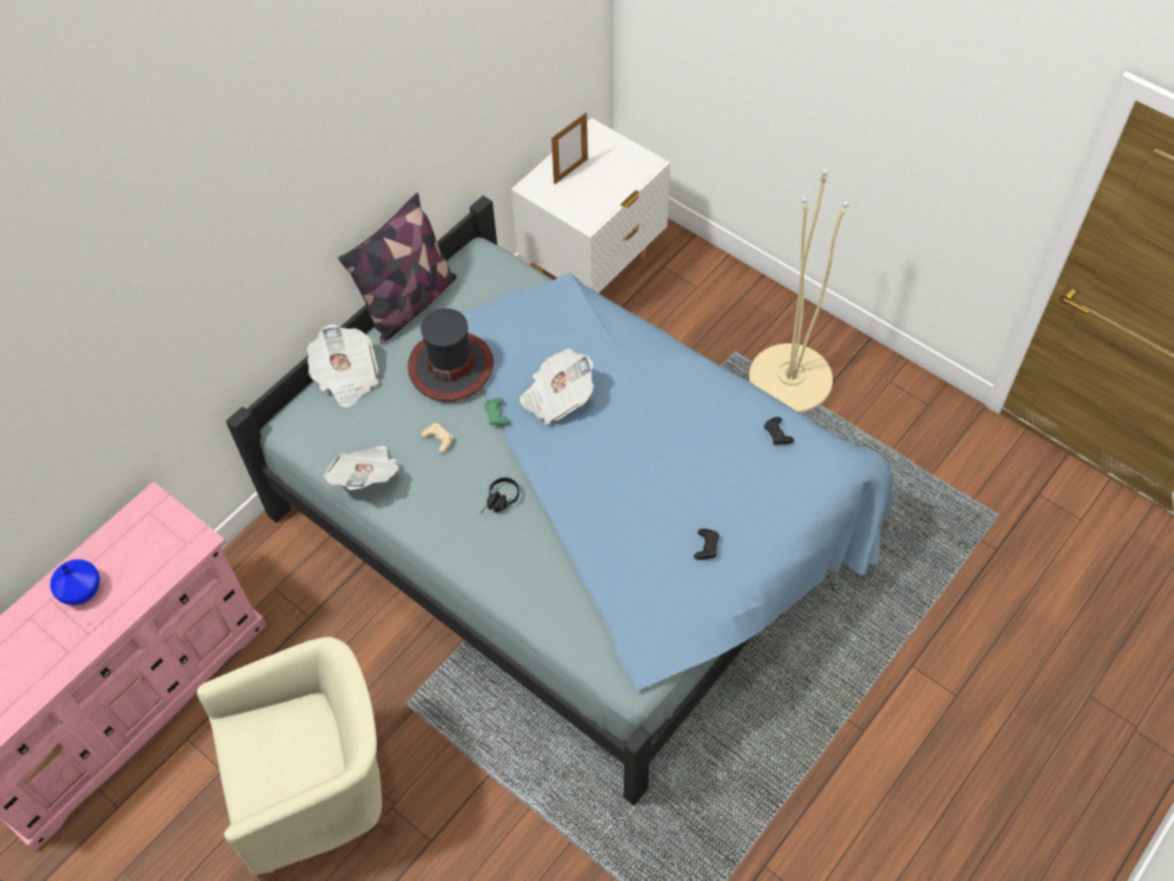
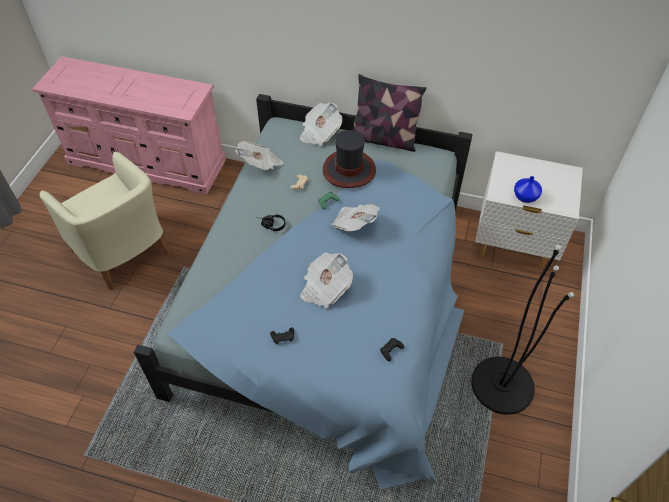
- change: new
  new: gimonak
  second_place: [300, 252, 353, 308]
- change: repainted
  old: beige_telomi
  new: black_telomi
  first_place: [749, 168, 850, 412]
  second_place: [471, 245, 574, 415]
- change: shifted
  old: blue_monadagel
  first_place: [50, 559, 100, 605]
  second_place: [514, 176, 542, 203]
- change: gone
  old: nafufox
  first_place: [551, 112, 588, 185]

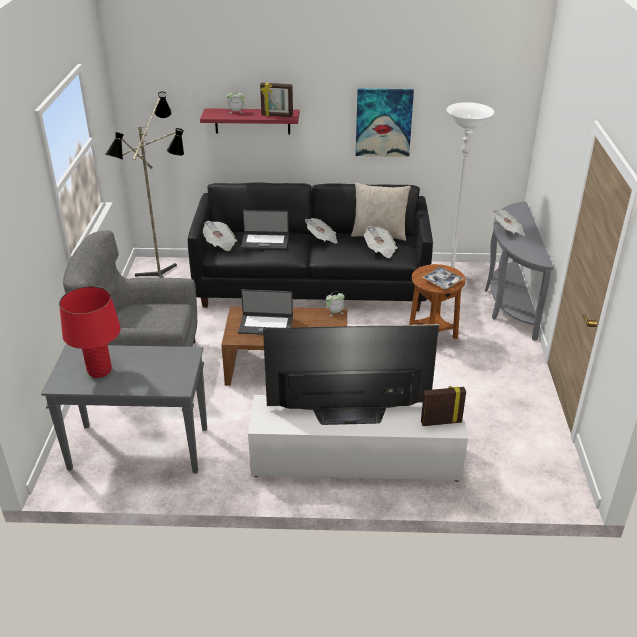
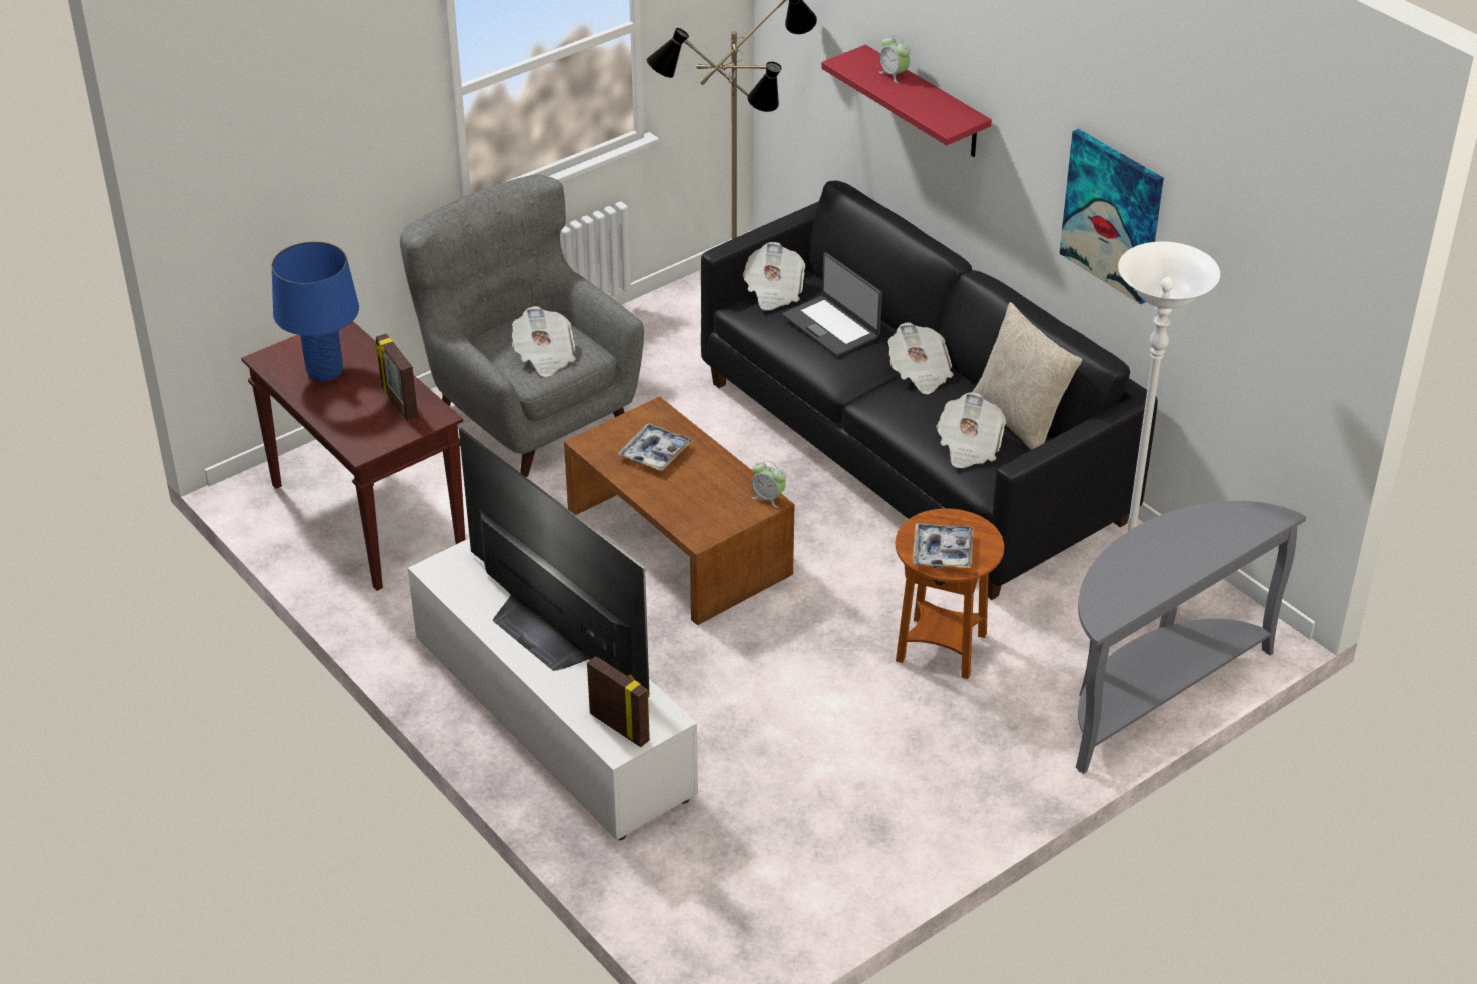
- change: repainted
  old: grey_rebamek
  new: brown_rebamek
  first_place: [41, 344, 207, 474]
  second_place: [241, 321, 465, 591]
- change: repainted
  old: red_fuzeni
  new: blue_fuzeni
  first_place: [59, 286, 121, 378]
  second_place: [272, 241, 359, 381]
- change: shifted
  old: nafufox
  first_place: [260, 83, 293, 117]
  second_place: [374, 334, 418, 421]
- change: shifted
  old: gimonak
  first_place: [492, 209, 526, 236]
  second_place: [512, 306, 576, 377]
- change: swapped
  old: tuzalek
  new: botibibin
  first_place: [238, 289, 293, 335]
  second_place: [618, 423, 693, 471]

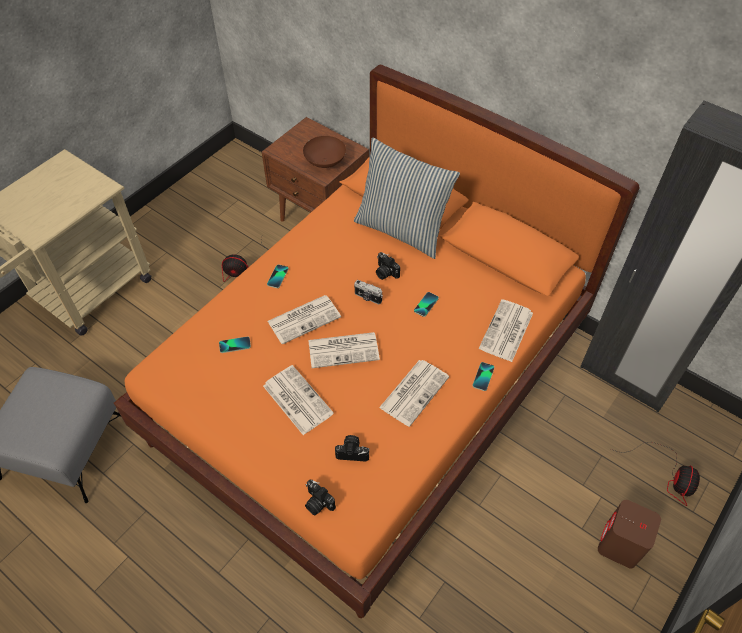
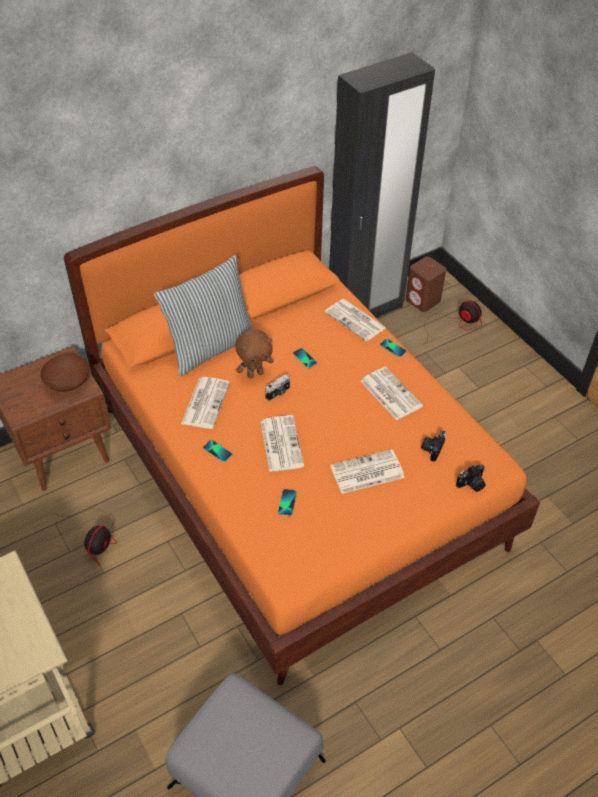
- change: shifted
  old: gimonak
  first_place: [308, 332, 380, 368]
  second_place: [181, 377, 230, 429]
- change: swapped
  old: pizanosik
  new: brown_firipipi
  first_place: [376, 252, 400, 280]
  second_place: [235, 329, 273, 378]
- change: shifted
  old: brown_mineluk
  first_place: [598, 500, 661, 568]
  second_place: [406, 257, 446, 312]

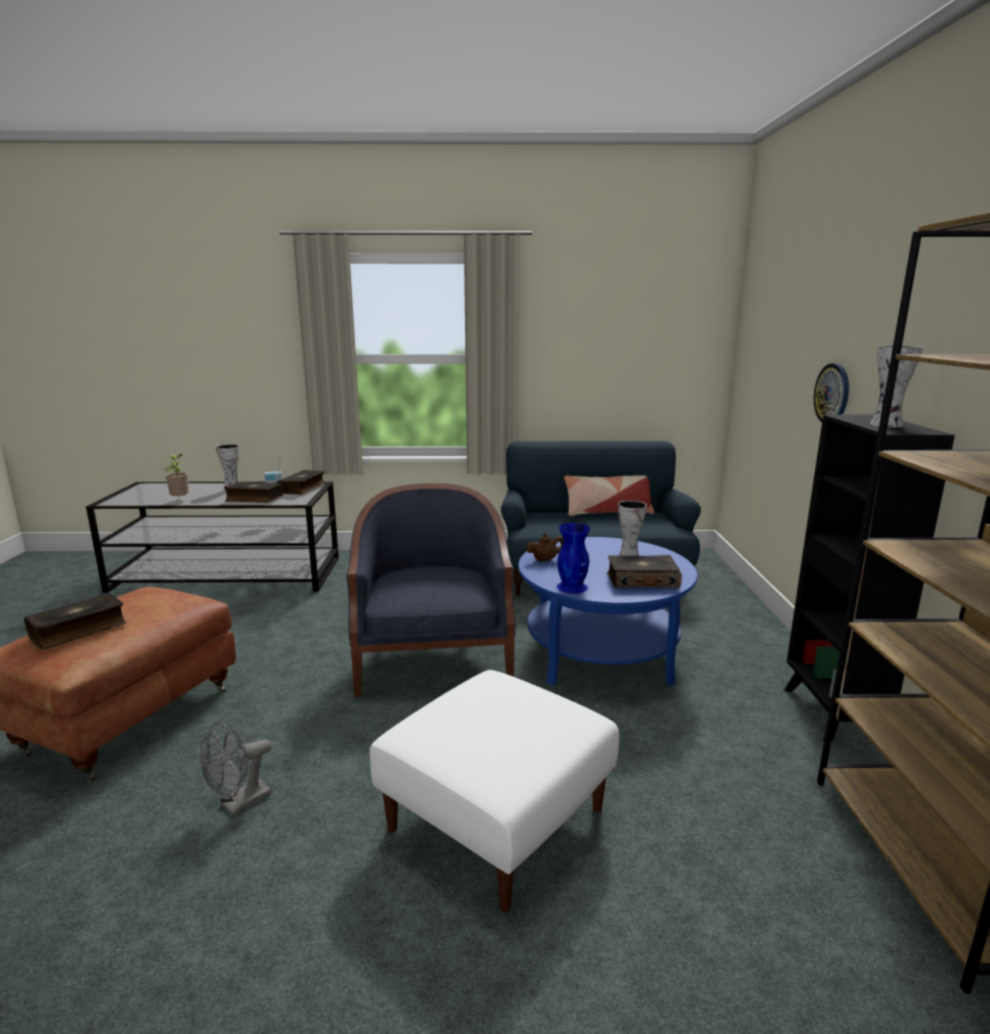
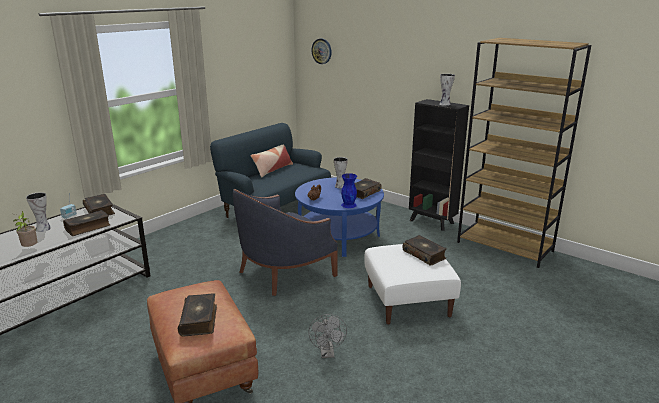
- change: rotated
  old: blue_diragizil
  first_place: [347, 483, 516, 697]
  second_place: [233, 189, 338, 296]
  degrees: -75
- change: shifted
  old: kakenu
  first_place: [814, 363, 849, 422]
  second_place: [311, 39, 332, 64]
- change: new
  new: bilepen
  second_place: [403, 235, 447, 266]

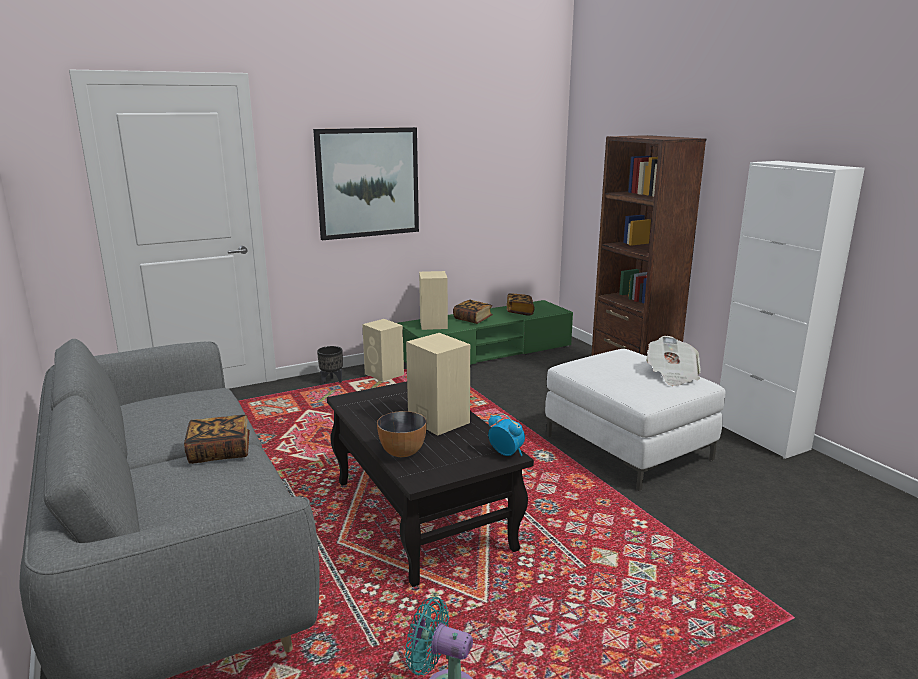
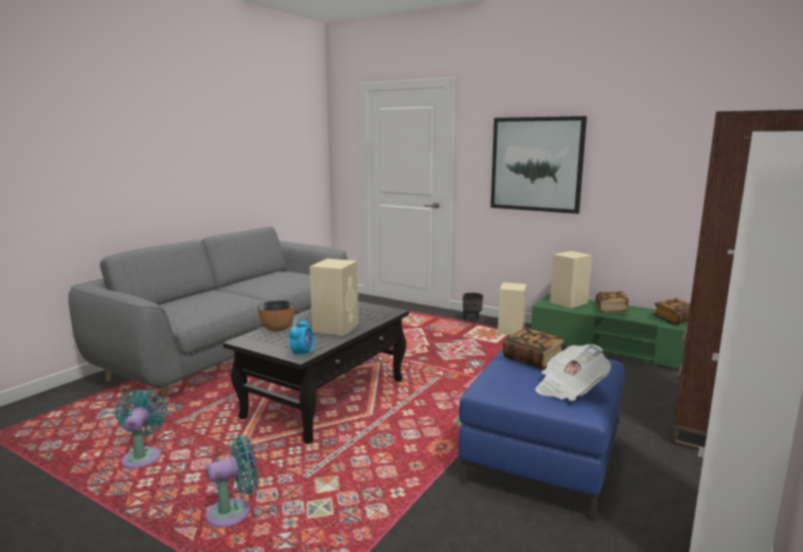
- change: new
  new: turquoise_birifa
  second_place: [206, 435, 258, 528]
- change: repainted
  old: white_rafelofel
  new: blue_rafelofel
  first_place: [545, 349, 726, 491]
  second_place: [458, 349, 625, 522]
- change: shifted
  old: bilepen
  first_place: [184, 415, 250, 464]
  second_place: [503, 328, 565, 370]

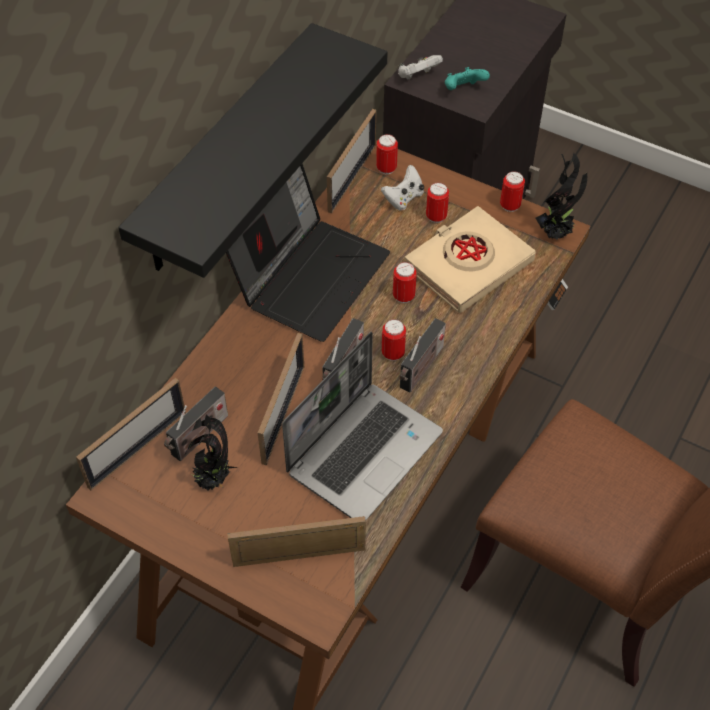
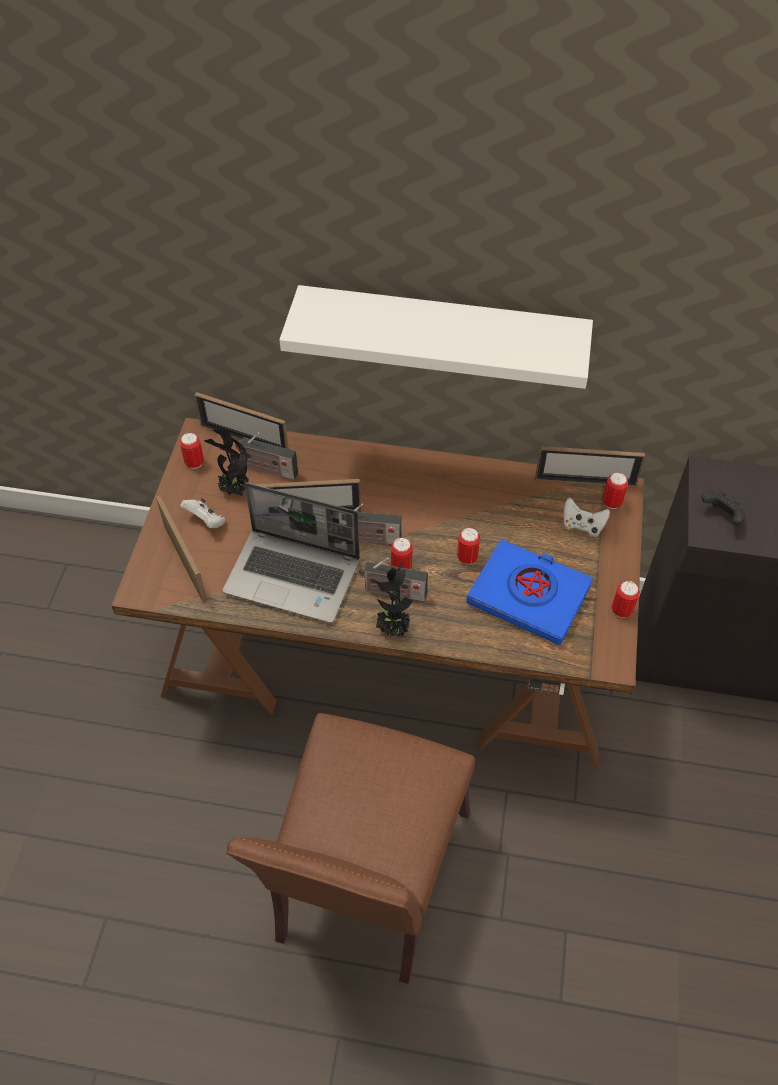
- change: shifted
  old: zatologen
  first_place: [426, 182, 449, 223]
  second_place: [180, 432, 204, 469]
- change: shifted
  old: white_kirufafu
  first_place: [398, 55, 443, 80]
  second_place: [180, 498, 225, 528]
- change: repainted
  old: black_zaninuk
  new: white_zaninuk
  first_place: [118, 23, 388, 278]
  second_place: [279, 285, 593, 389]
- change: shifted
  old: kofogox
  first_place: [536, 153, 587, 240]
  second_place: [376, 562, 413, 637]
- change: repainted
  old: beige_bilepen
  new: blue_bilepen
  first_place: [405, 206, 536, 313]
  second_place: [466, 539, 593, 645]
- change: repainted
  old: turquoise_kirufafu
  new: black_kirufafu
  first_place: [445, 67, 490, 90]
  second_place: [701, 491, 746, 525]
- change: gone
  old: tuzalek
  first_place: [226, 164, 390, 342]

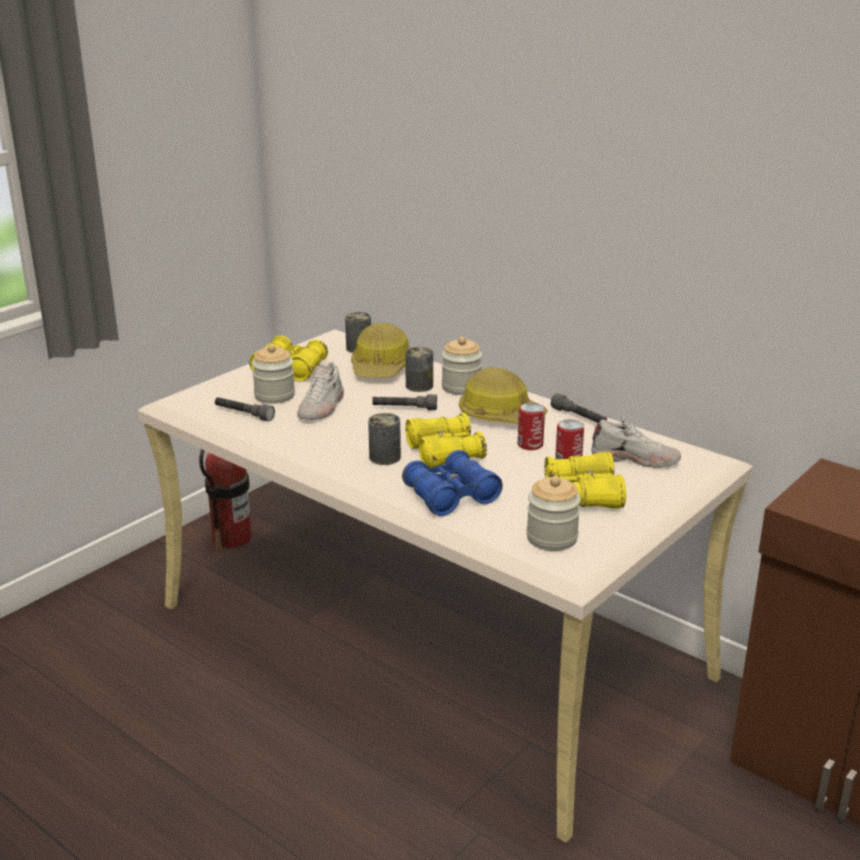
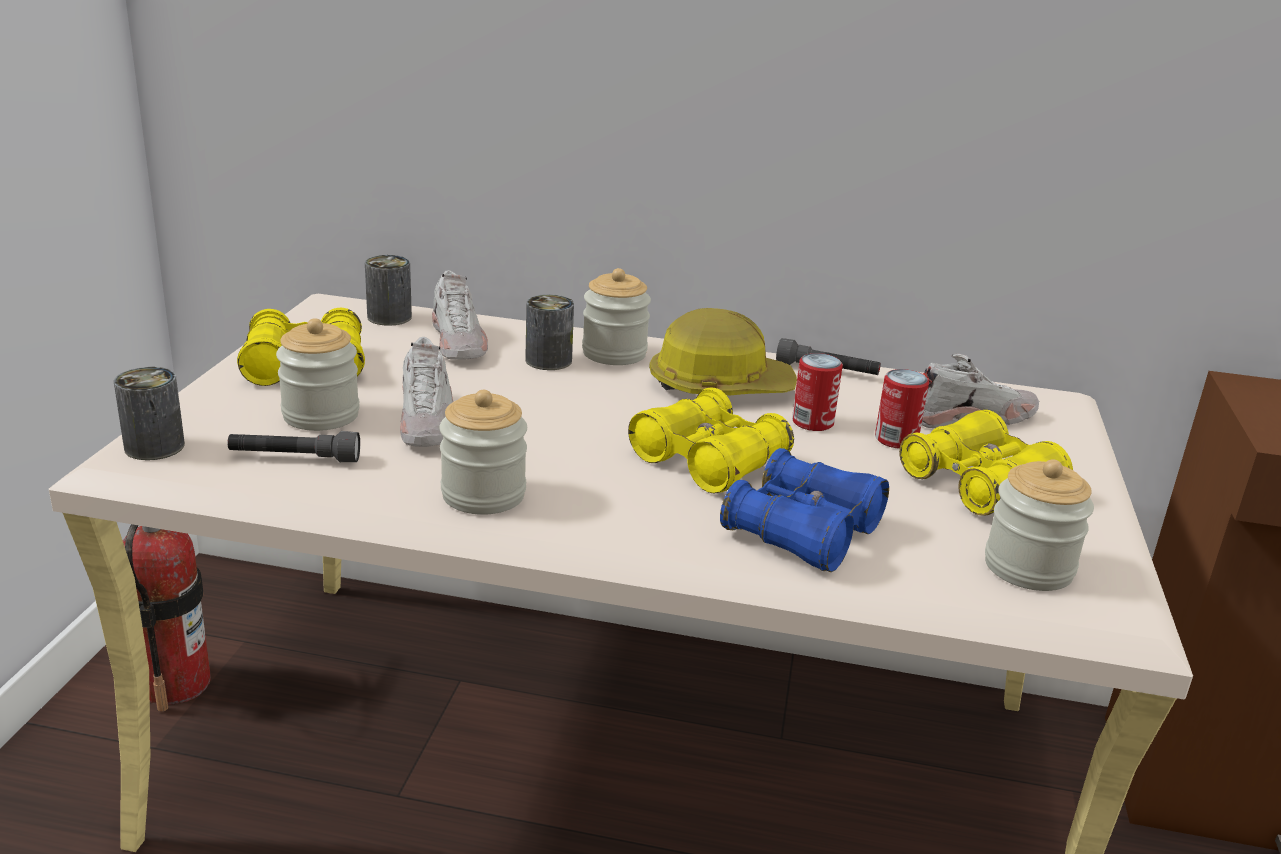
- change: shifted
  old: zatologen
  first_place: [368, 413, 401, 465]
  second_place: [114, 367, 185, 460]
- change: swapped
  old: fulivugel
  new: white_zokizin
  first_place: [351, 322, 409, 378]
  second_place: [432, 270, 488, 360]
- change: new
  new: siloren
  second_place: [439, 390, 527, 515]
- change: gone
  old: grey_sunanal
  first_place: [372, 394, 437, 410]

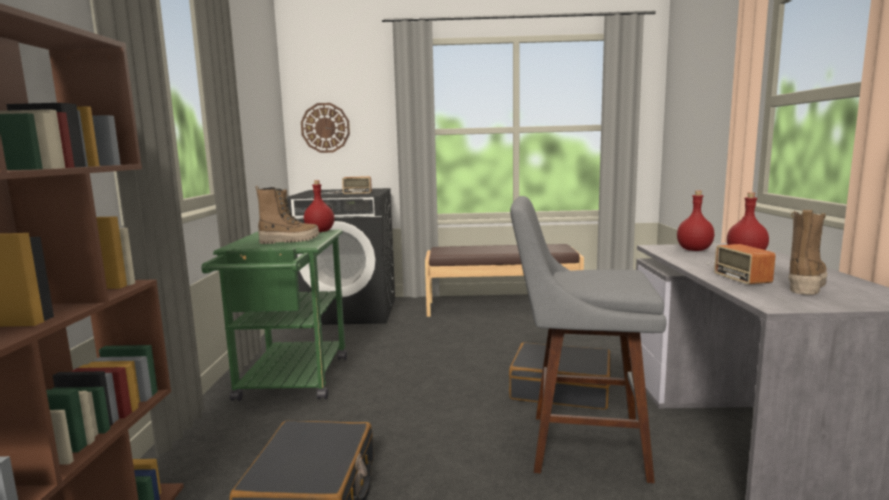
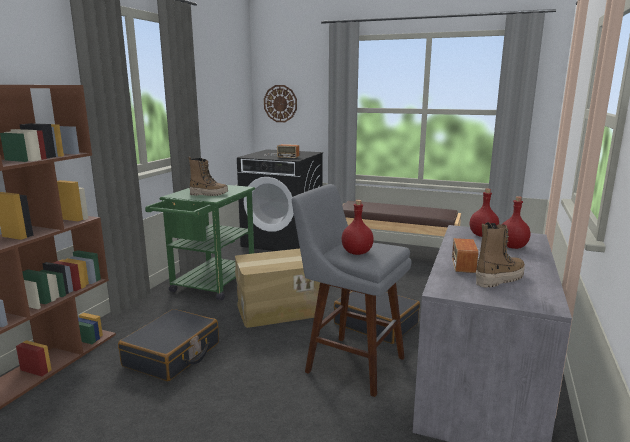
- change: new
  new: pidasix
  second_place: [235, 249, 320, 328]
- change: shifted
  old: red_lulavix
  first_place: [304, 180, 334, 232]
  second_place: [342, 200, 374, 255]

